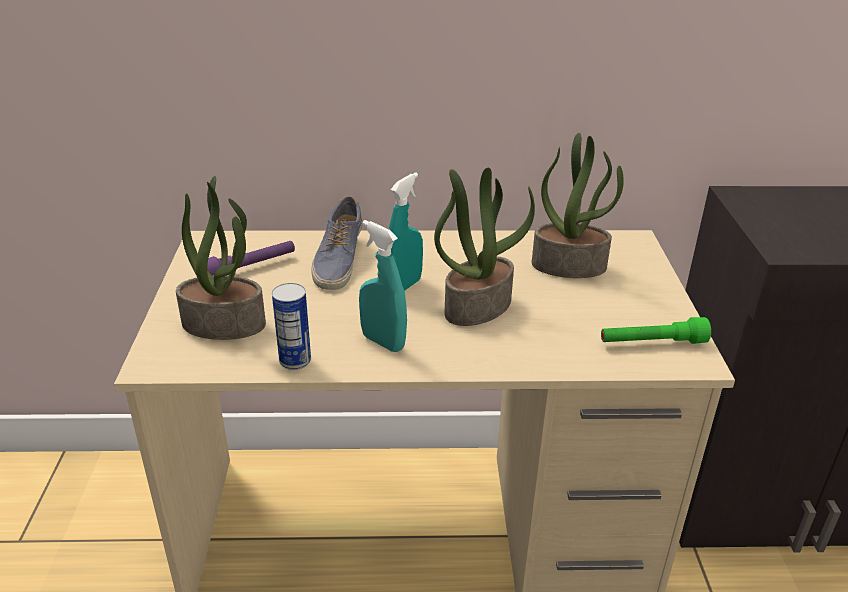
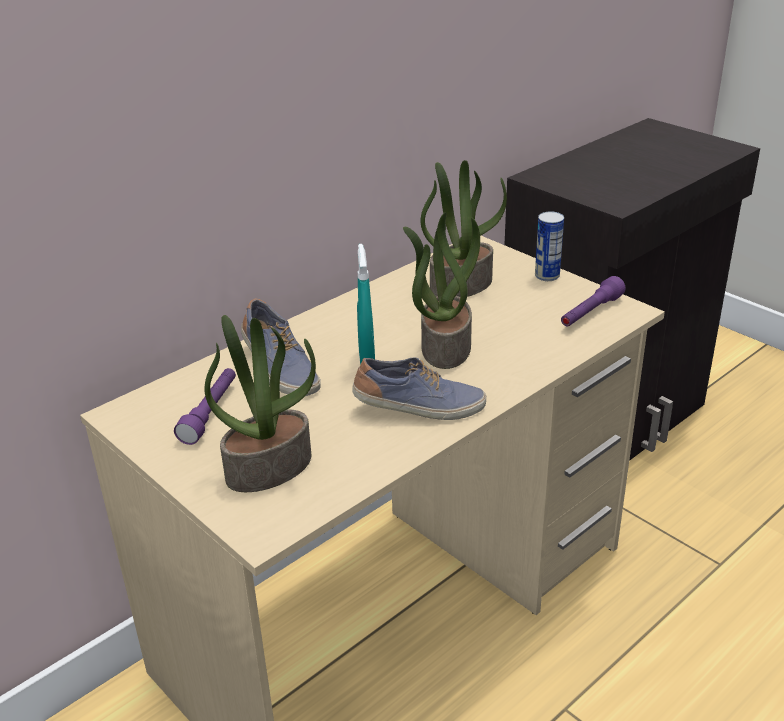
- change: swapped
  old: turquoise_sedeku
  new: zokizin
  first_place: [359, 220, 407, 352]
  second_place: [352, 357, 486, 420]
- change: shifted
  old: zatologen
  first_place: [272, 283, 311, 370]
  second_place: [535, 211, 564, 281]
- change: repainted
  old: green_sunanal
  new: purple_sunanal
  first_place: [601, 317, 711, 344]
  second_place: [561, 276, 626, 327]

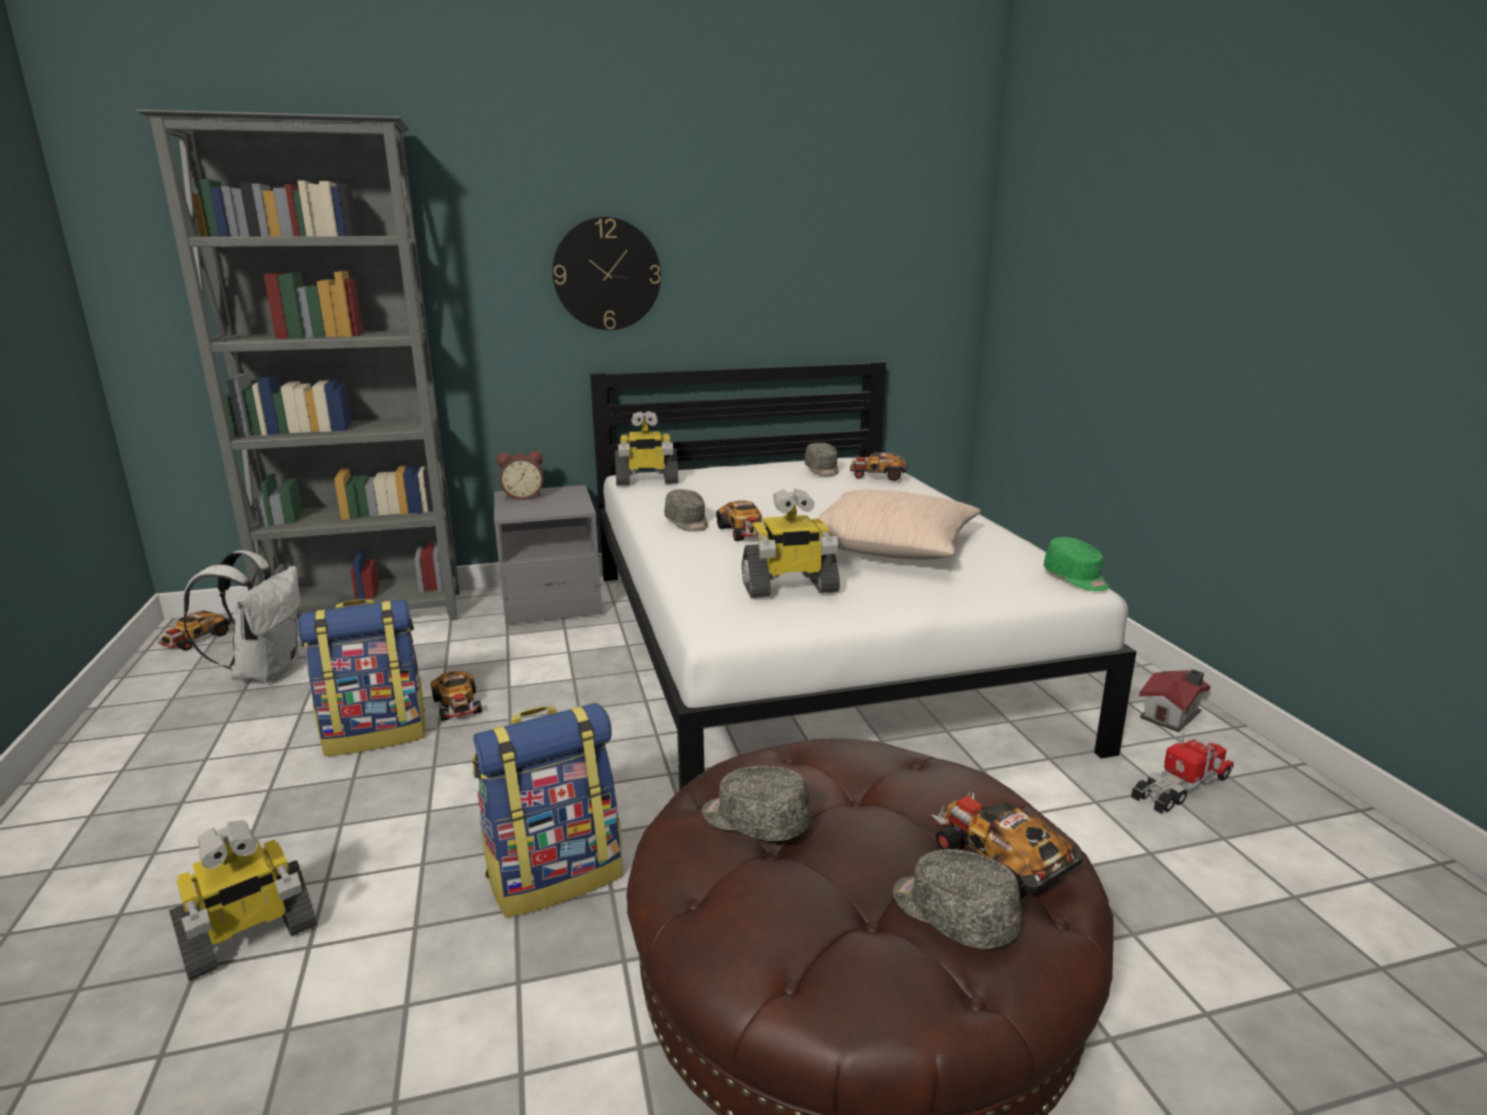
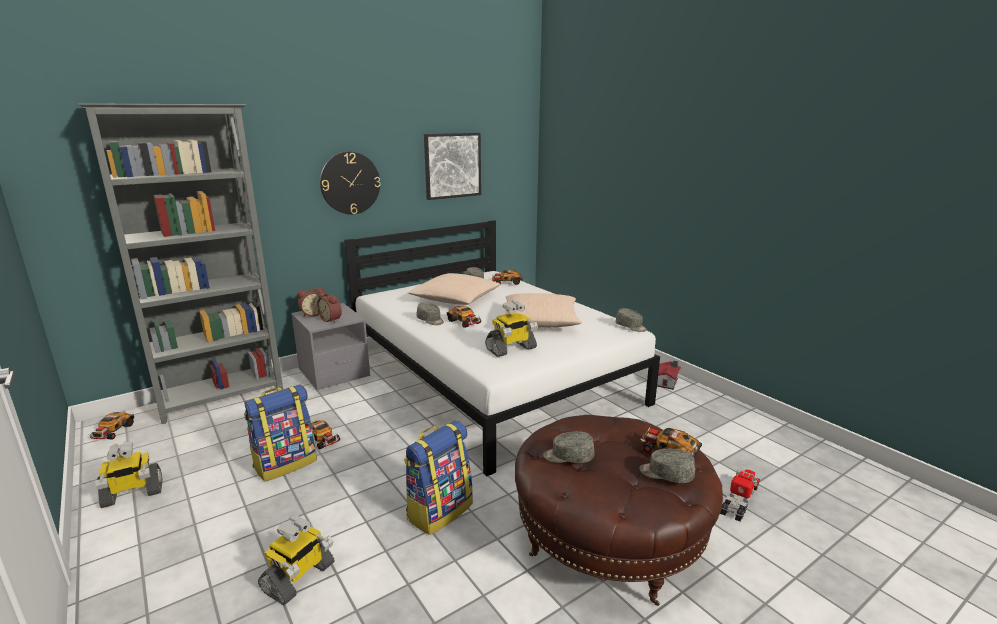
- change: shifted
  old: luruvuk
  first_place: [615, 411, 678, 485]
  second_place: [95, 442, 162, 508]
- change: new
  new: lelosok
  second_place: [317, 291, 342, 323]
- change: new
  new: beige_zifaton
  second_place: [409, 273, 501, 305]
- change: new
  new: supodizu
  second_place: [424, 133, 481, 200]
- change: repainted
  old: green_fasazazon
  new: grey_fasazazon
  first_place: [1044, 537, 1110, 591]
  second_place: [615, 308, 647, 332]
- change: shifted
  old: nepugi
  first_place: [1131, 733, 1234, 814]
  second_place: [720, 469, 760, 522]
- change: gone
  old: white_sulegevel
  first_place: [183, 550, 300, 683]

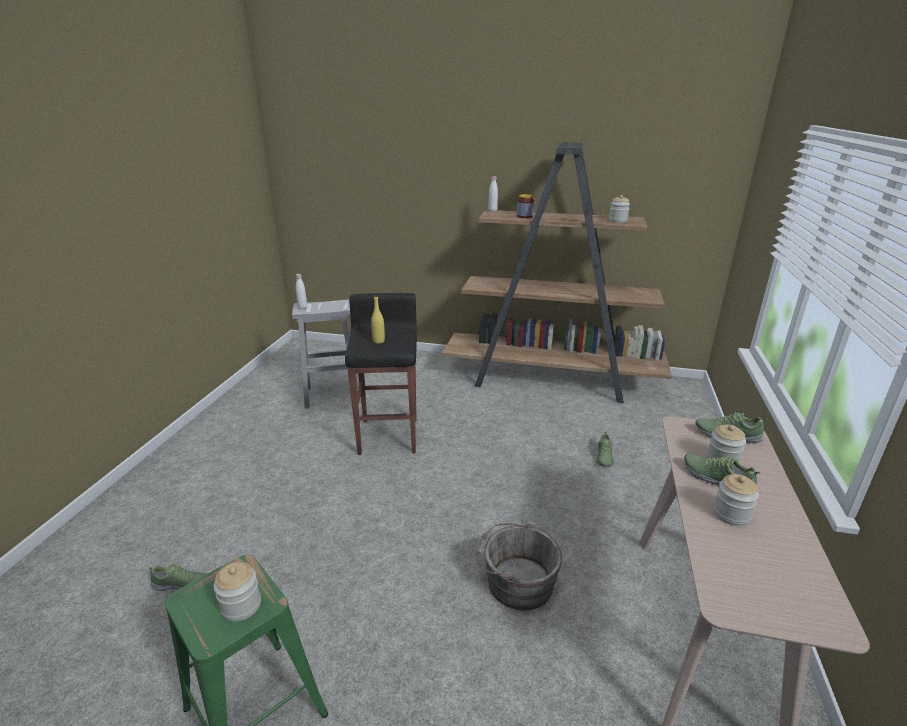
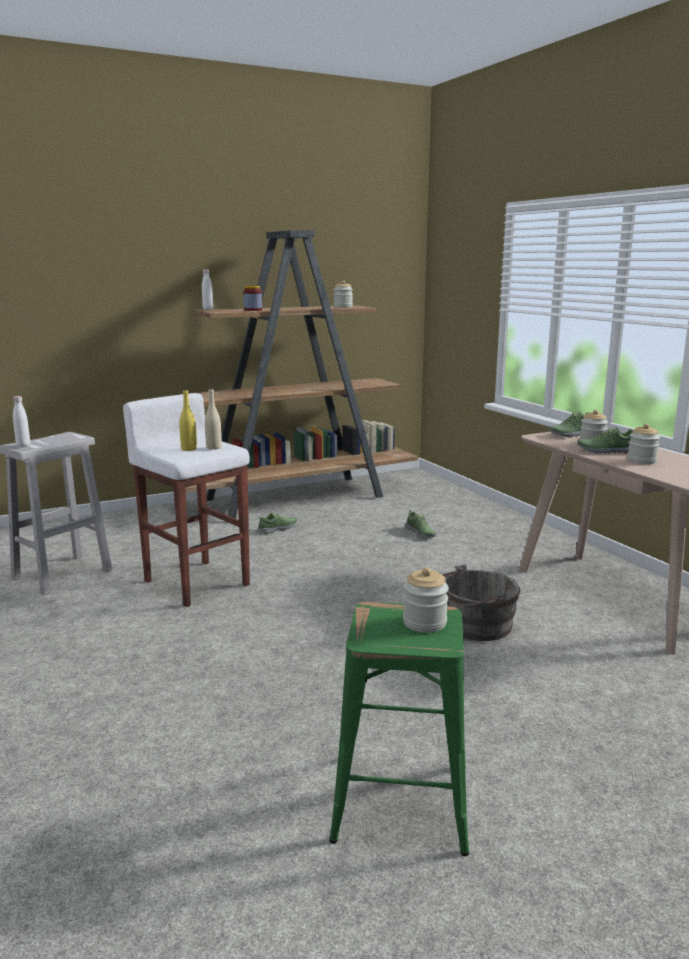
- change: repainted
  old: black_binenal
  new: white_binenal
  first_place: [345, 293, 417, 455]
  second_place: [123, 393, 250, 607]
- change: new
  new: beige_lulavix
  second_place: [205, 388, 222, 450]
- change: shifted
  old: zokizin
  first_place: [148, 564, 206, 591]
  second_place: [257, 513, 297, 534]

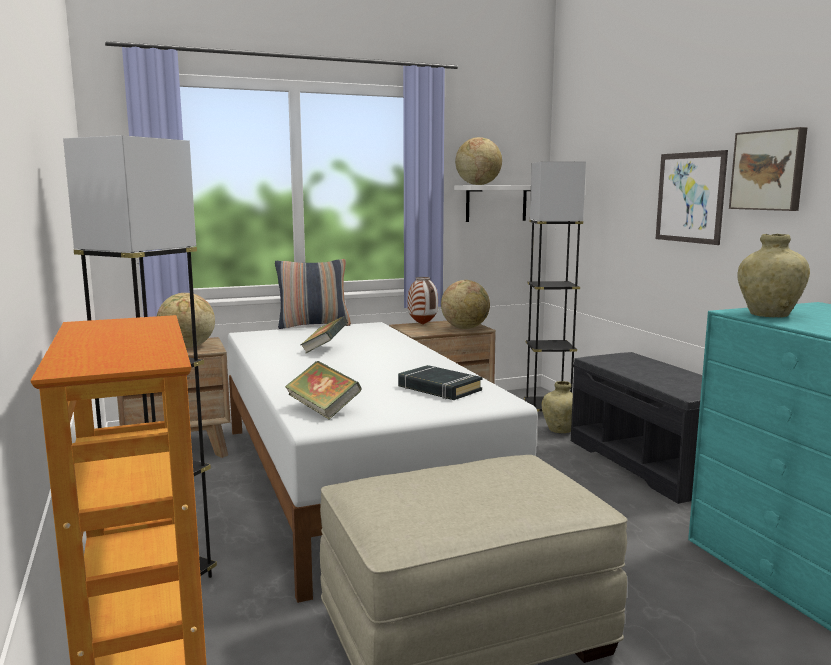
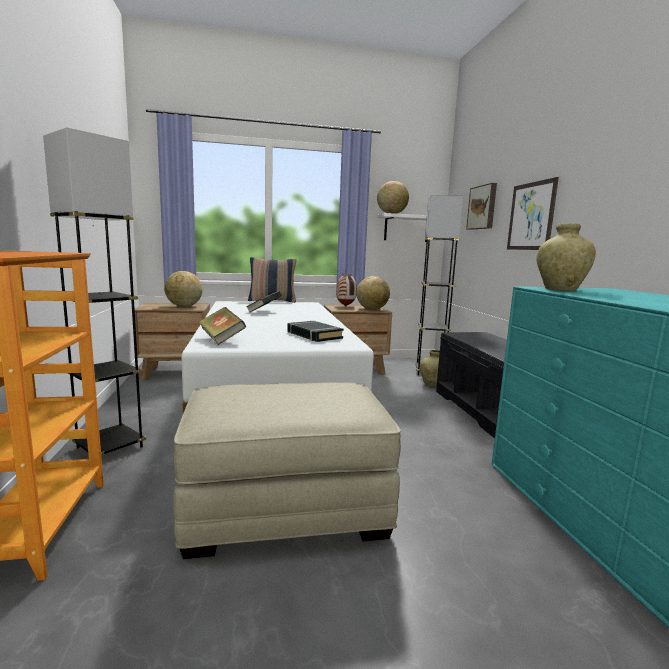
- change: shifted
  old: supodizu
  first_place: [729, 127, 807, 211]
  second_place: [466, 183, 497, 230]

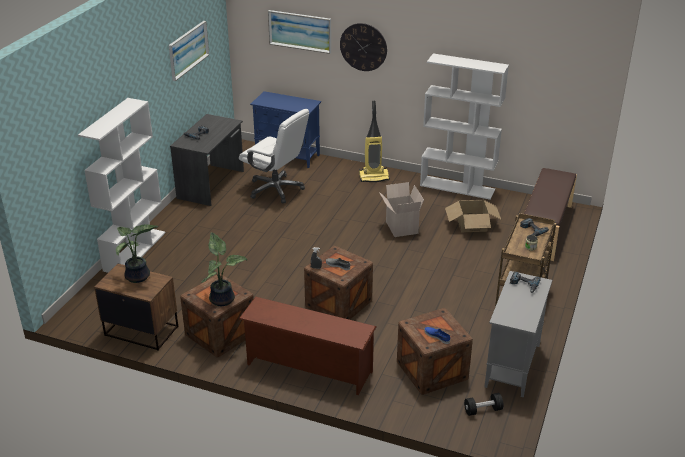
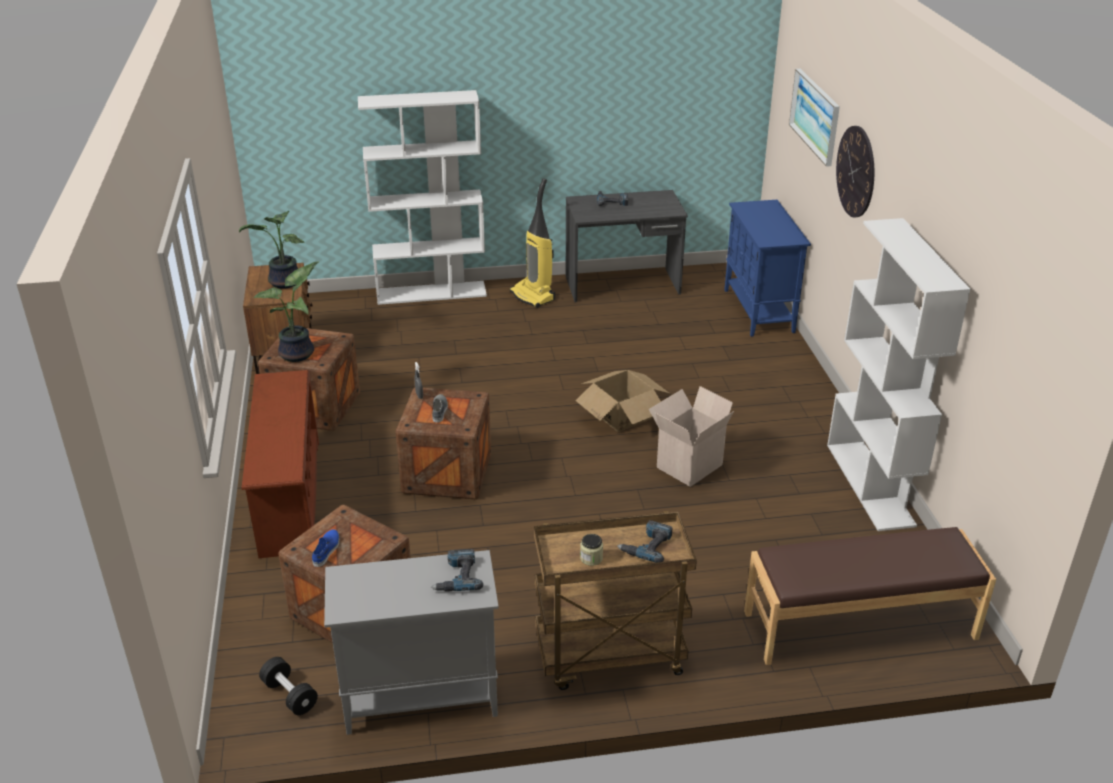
- change: shifted
  old: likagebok
  first_place: [359, 101, 390, 182]
  second_place: [510, 178, 555, 308]
- change: shifted
  old: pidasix
  first_place: [445, 200, 501, 233]
  second_place: [575, 370, 671, 432]
- change: gone
  old: supodizu
  first_place: [169, 21, 209, 81]
- change: gone
  old: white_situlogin
  first_place: [239, 109, 309, 203]

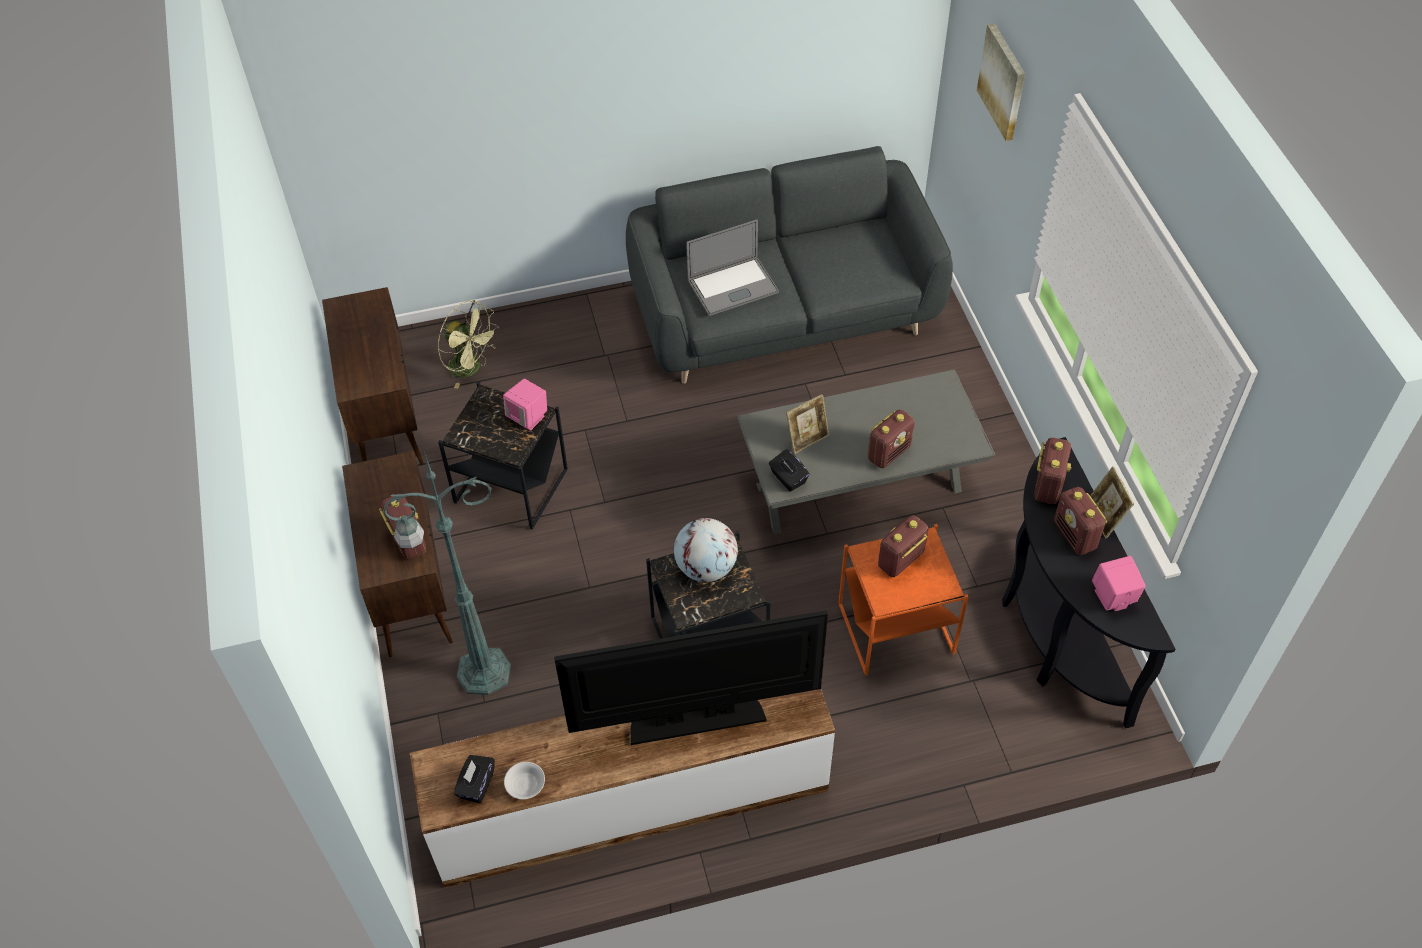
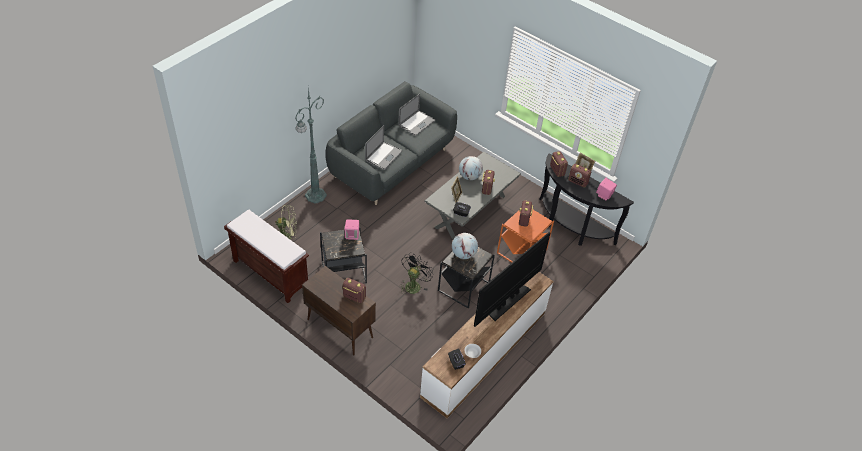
- change: swapped
  old: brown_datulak
  new: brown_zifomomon
  first_place: [322, 287, 424, 465]
  second_place: [224, 210, 309, 303]
- change: shifted
  old: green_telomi
  first_place: [383, 448, 511, 695]
  second_place: [295, 88, 327, 204]
- change: new
  new: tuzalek
  second_place: [398, 93, 436, 136]
- change: new
  new: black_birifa
  second_place: [400, 253, 434, 294]
- change: new
  new: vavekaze
  second_place: [459, 156, 483, 180]
- change: gone
  old: supodizu
  first_place: [977, 23, 1025, 141]

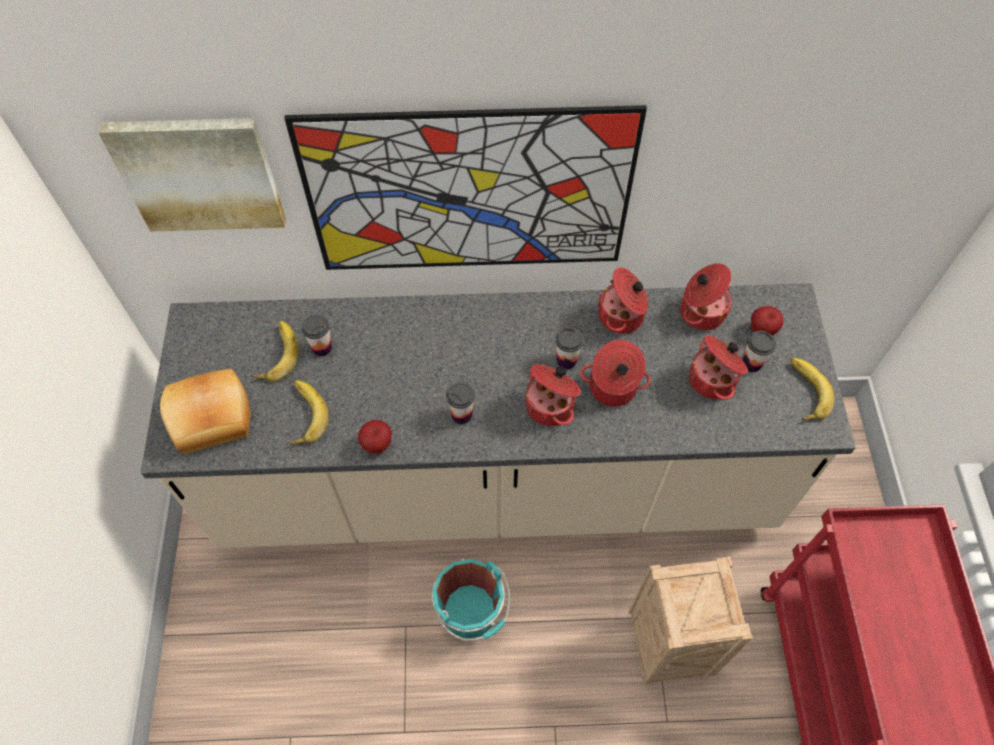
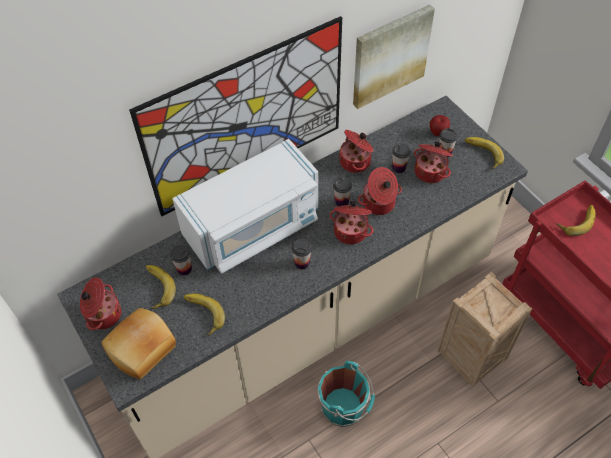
- change: shifted
  old: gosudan
  first_place: [680, 264, 731, 330]
  second_place: [80, 277, 121, 330]
- change: new
  new: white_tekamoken
  second_place: [172, 139, 318, 274]
- change: shifted
  old: supodizu
  first_place: [98, 118, 286, 232]
  second_place: [353, 5, 435, 109]
- change: new
  new: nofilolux
  second_place: [392, 143, 411, 173]
- change: new
  new: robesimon
  second_place: [557, 205, 596, 236]
- change: gone
  old: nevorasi
  first_place: [358, 420, 392, 454]

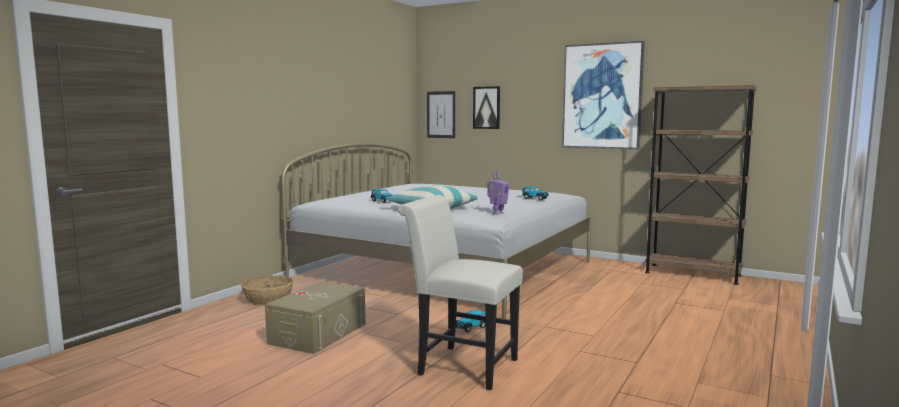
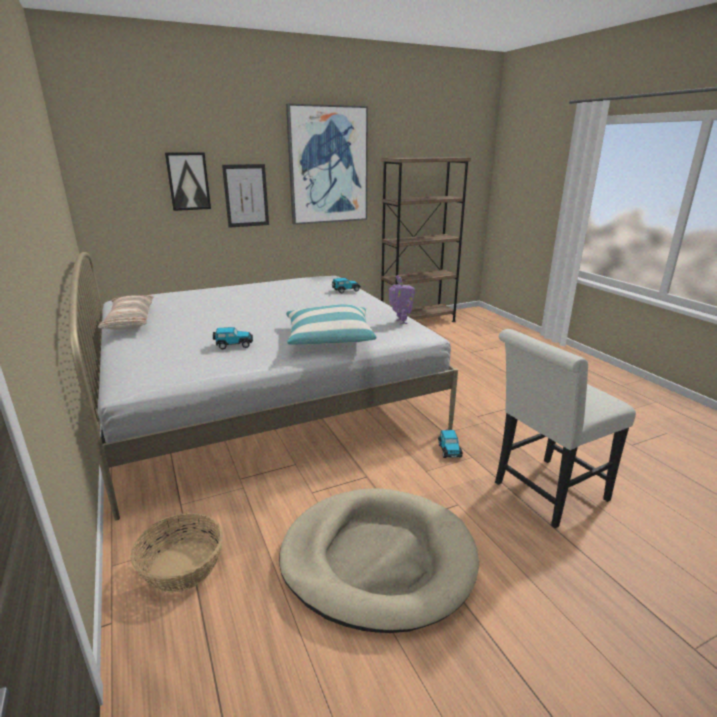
- change: new
  new: zifaton
  second_place: [98, 295, 154, 330]
- change: shifted
  old: supodizu
  first_place: [427, 91, 455, 138]
  second_place: [222, 164, 269, 228]
- change: swapped
  old: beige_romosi
  new: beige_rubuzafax
  first_place: [265, 281, 366, 354]
  second_place: [279, 488, 480, 633]

